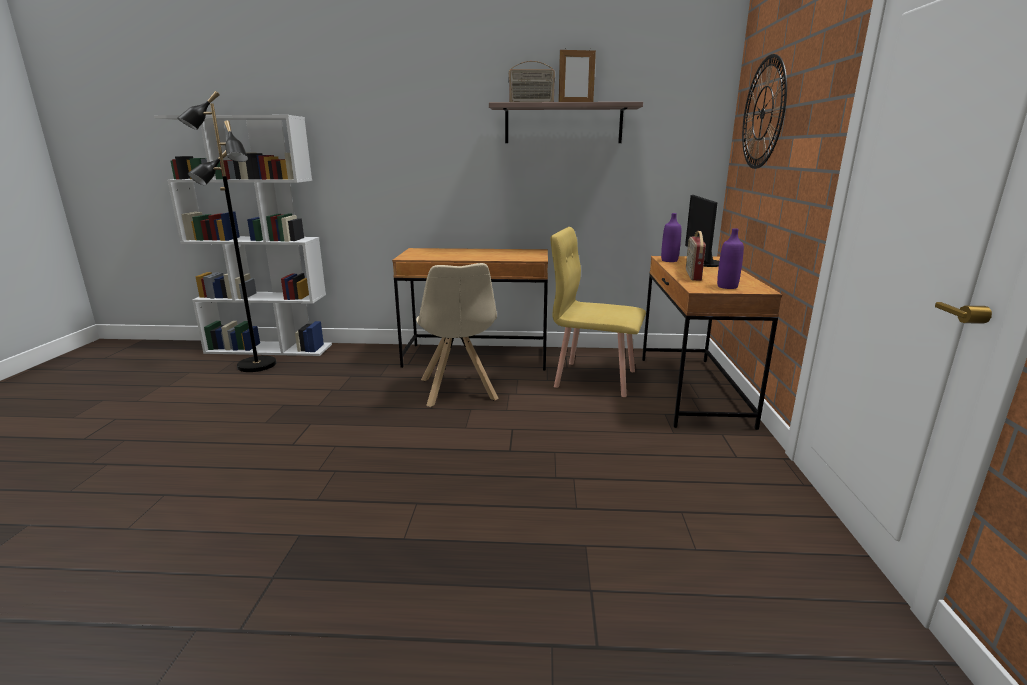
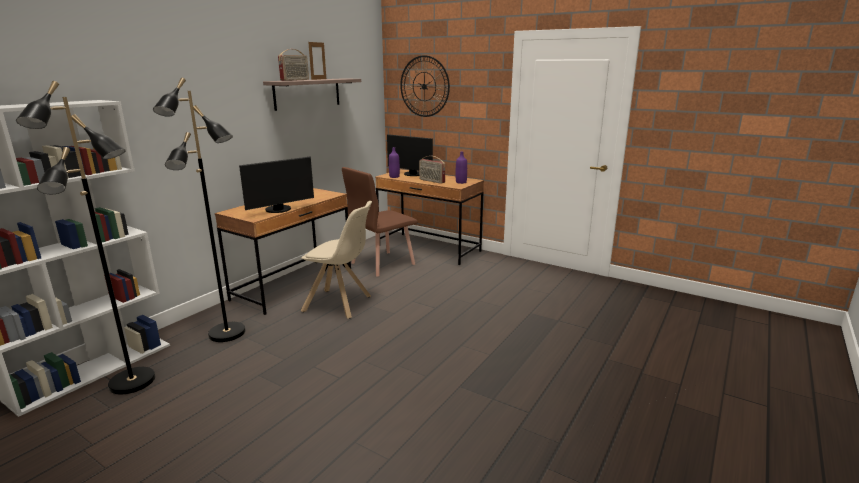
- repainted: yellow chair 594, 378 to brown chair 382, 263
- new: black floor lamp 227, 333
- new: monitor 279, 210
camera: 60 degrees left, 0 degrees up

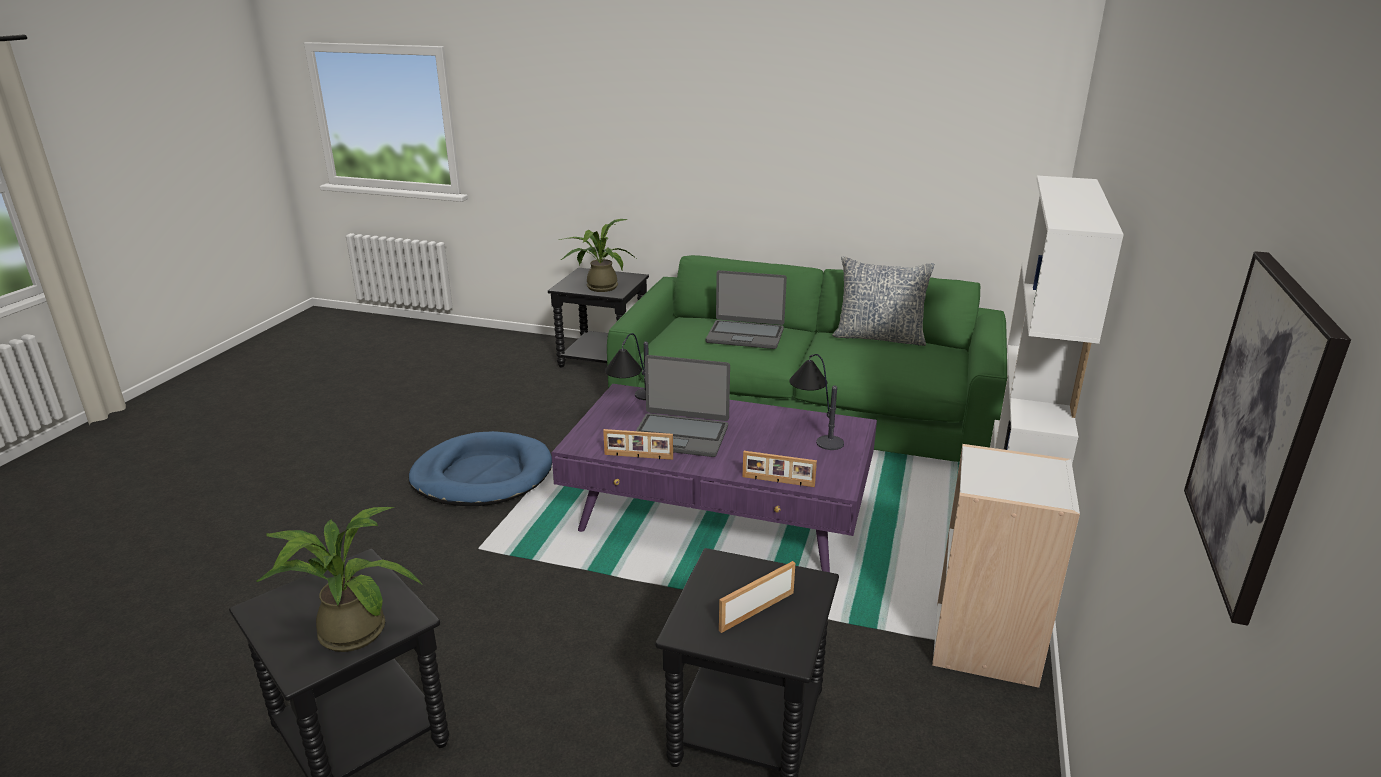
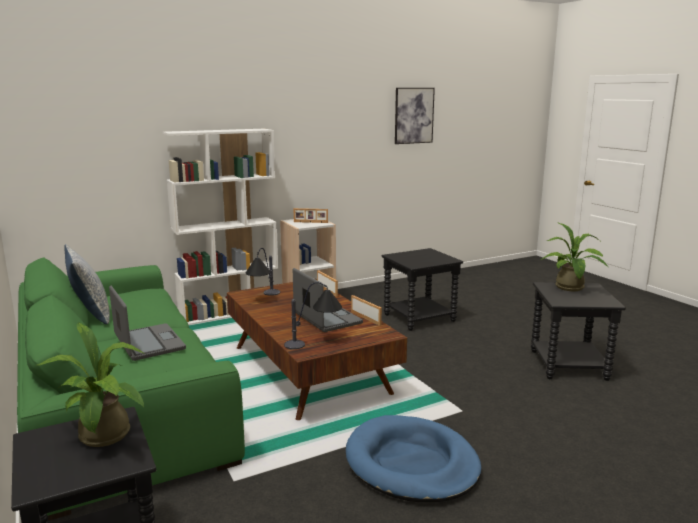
- repainted: purple coffee table 718, 514 to brown coffee table 309, 369
- shifted: picture frame 756, 610 to 310, 222
camera: 135 degrees left, 10 degrees down

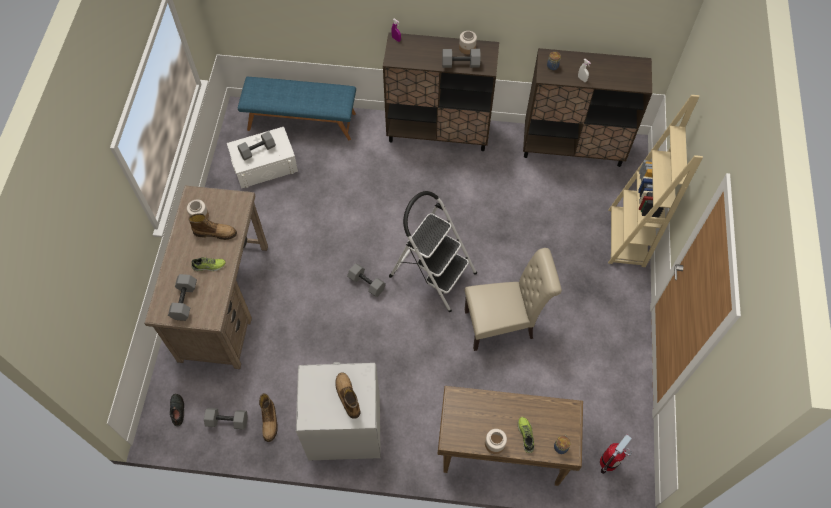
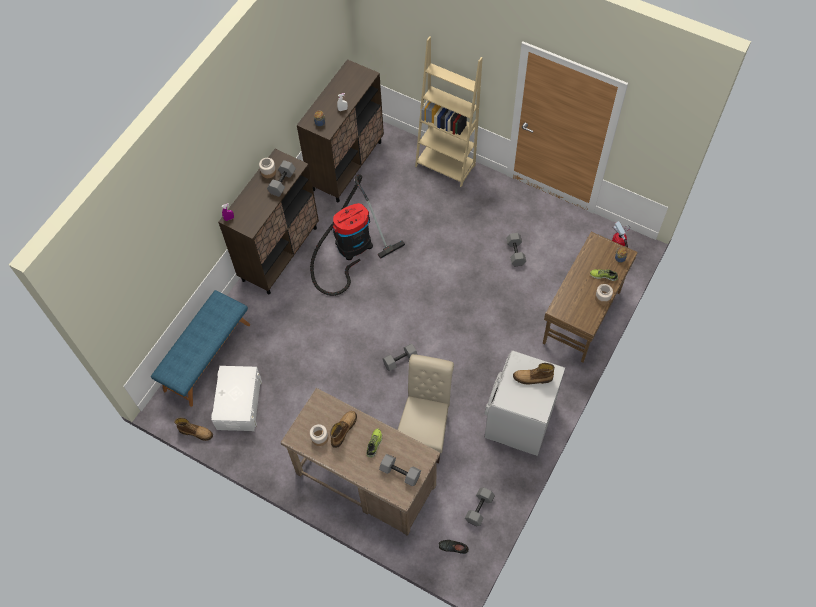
- shifted: grey dumbbell 257, 151 to 516, 253
- gone: step ladder 431, 273
- shifted: beige chair 503, 324 to 425, 429
- shifted: boot 270, 421 to 196, 432
- new: vacuum cleaner 351, 247
camera: 65 degrees left, 0 degrees up

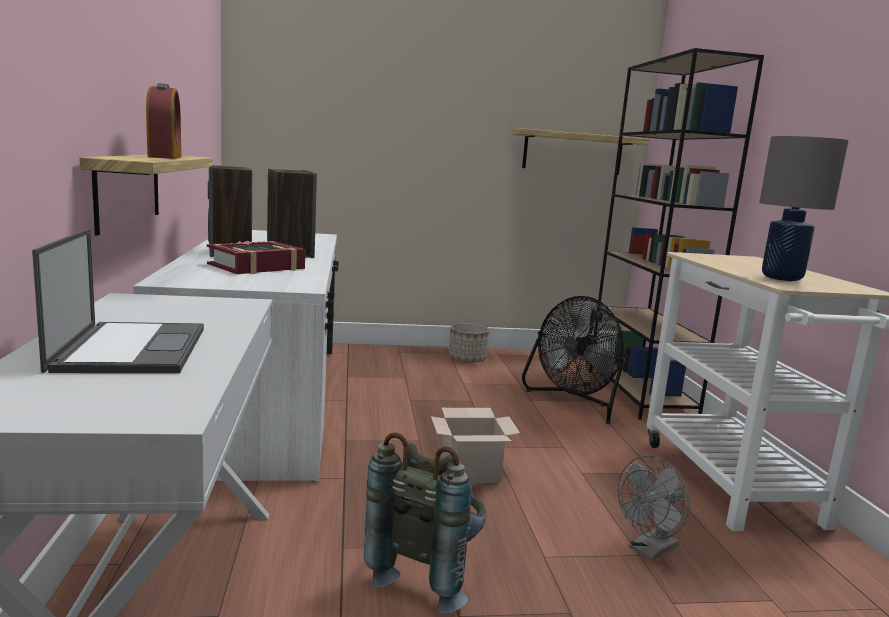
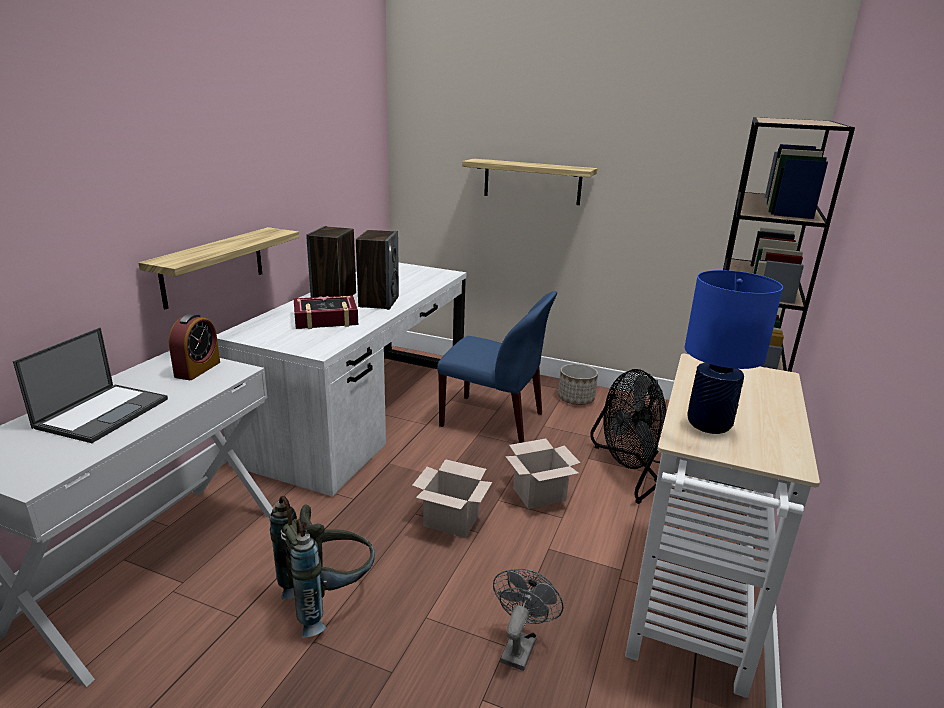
- shifted: alarm clock 165, 157 to 197, 369
- shifted: shelf 572, 153 to 532, 181
- repainted: grey table lamp 780, 279 to blue table lamp 707, 427
- rotated: grey fan 649, 550 = 520, 645 120 degrees clockwise
- new: blue chair 494, 420
- new: cardboard box 540, 494
camera: 30 degrees right, 10 degrees up

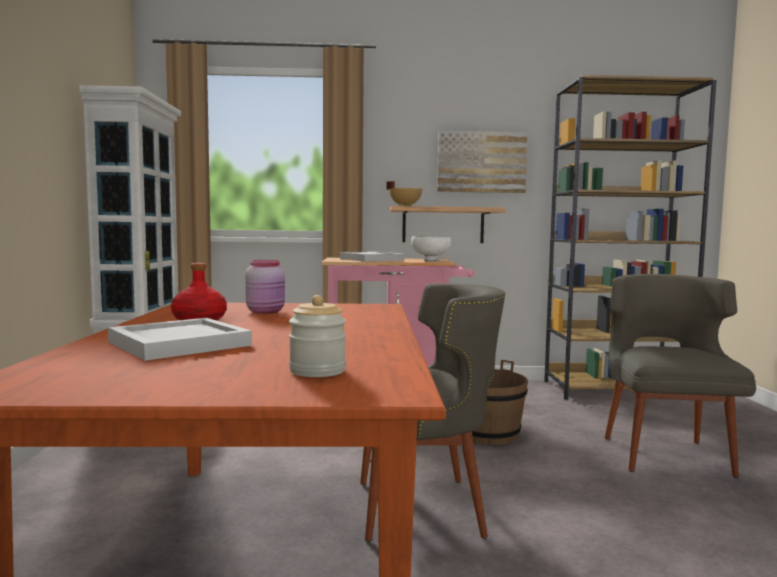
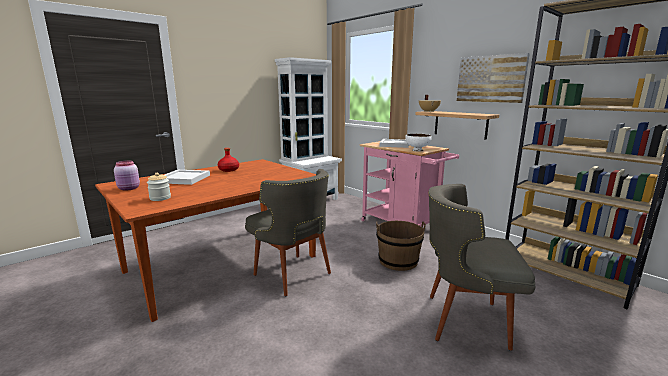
- shifted: pink jar 266, 312 to 129, 188
- rotated: grey chair 666, 457 = 467, 321 135 degrees counterclockwise
camera: 50 degrees right, 10 degrees up

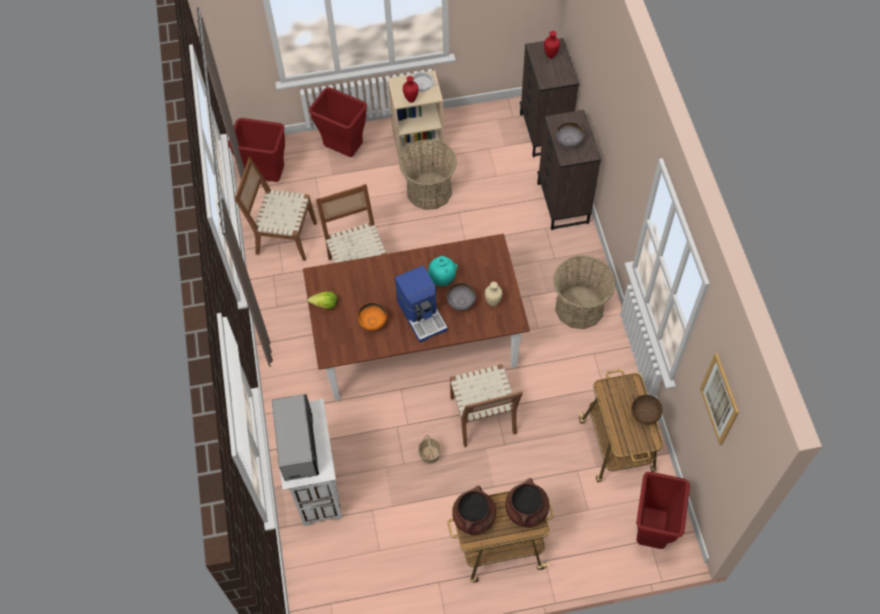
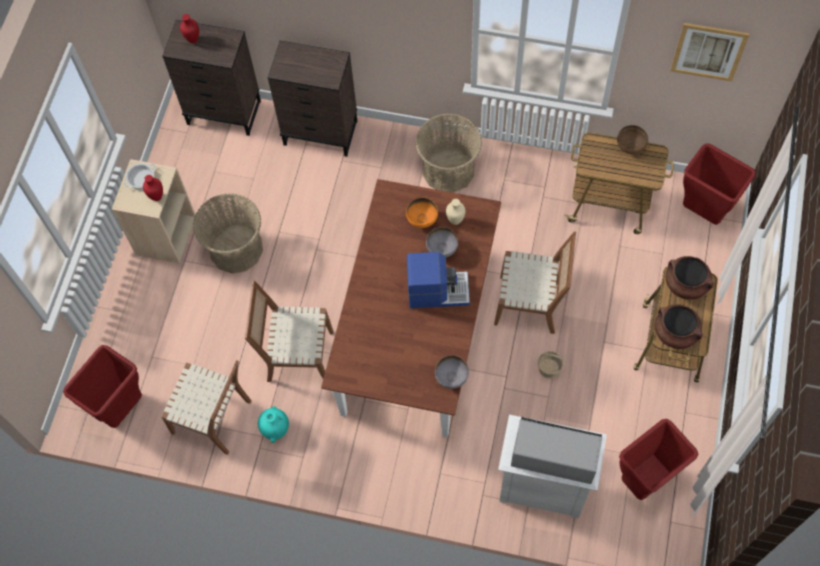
- shifted: red trash can 345, 150 to 644, 479
- shifted: grey bowl 569, 143 to 451, 377
- rotated: chair 283, 237 = 214, 419 105 degrees counterclockwise
- shifted: turquoise vase 442, 279 to 275, 428
- gone: lettuce 325, 305
- shifted: orange bowl 373, 323 to 422, 220
camera: 65 degrees left, 5 degrees up

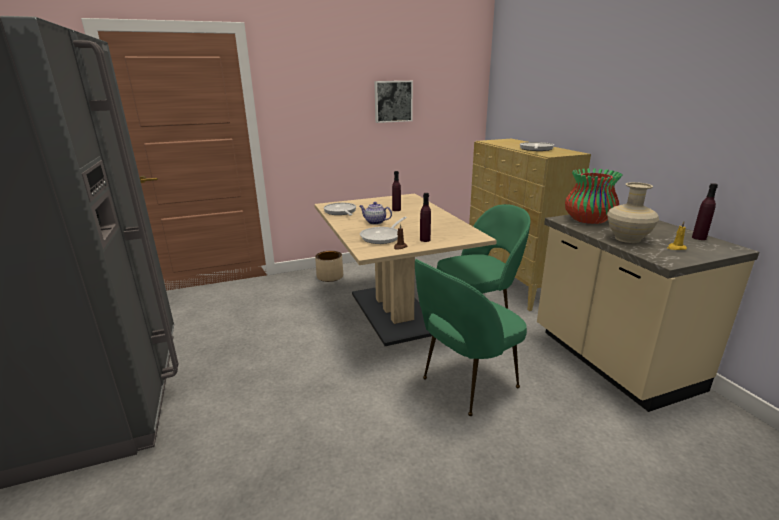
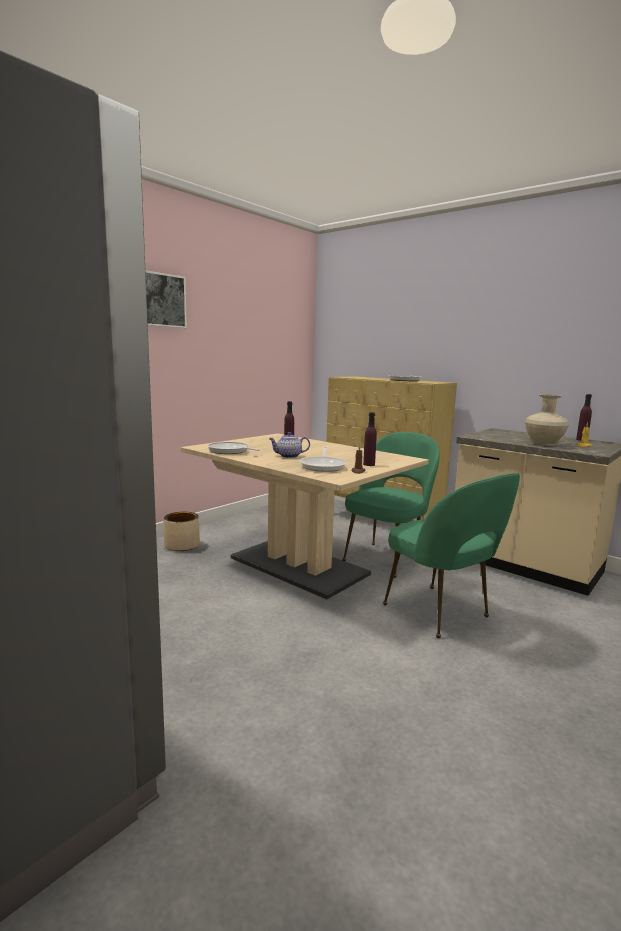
- shifted: picture 393, 101 to 161, 300
- gone: vase 588, 220
- rotated: green chair 464, 386 = 441, 615 60 degrees counterclockwise
camera: 30 degrees left, 10 degrees down

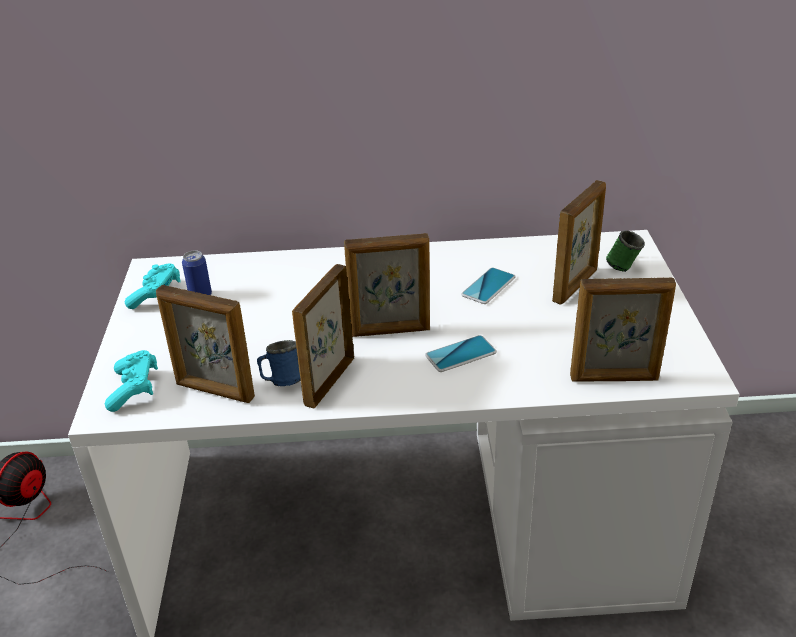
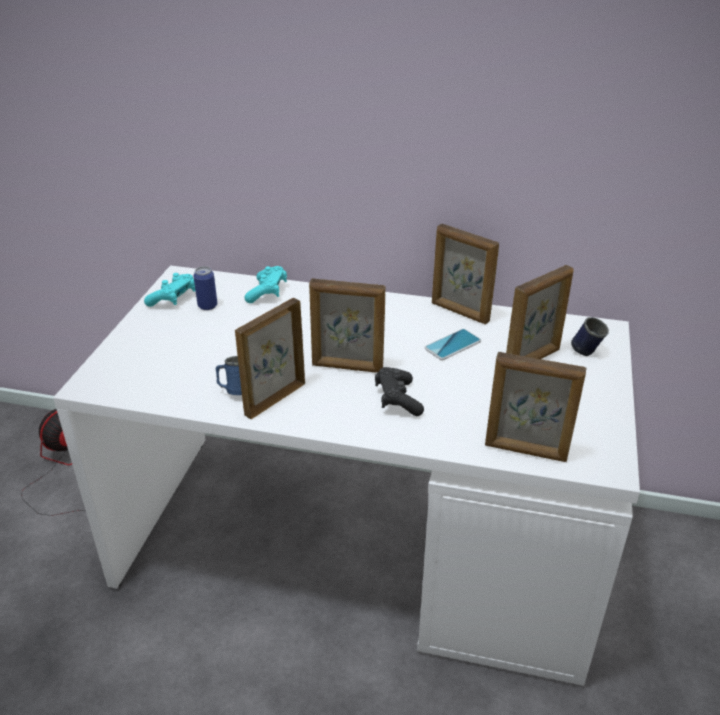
- repainted: green mug 623, 265 to blue mug 588, 350
- shifted: picture frame 214, 391 to 459, 312
- swapped: phone 460, 354 to black game controller 397, 400
- shifted: turquoise game controller 134, 389 to 267, 292
camera: 15 degrees right, 0 degrees up

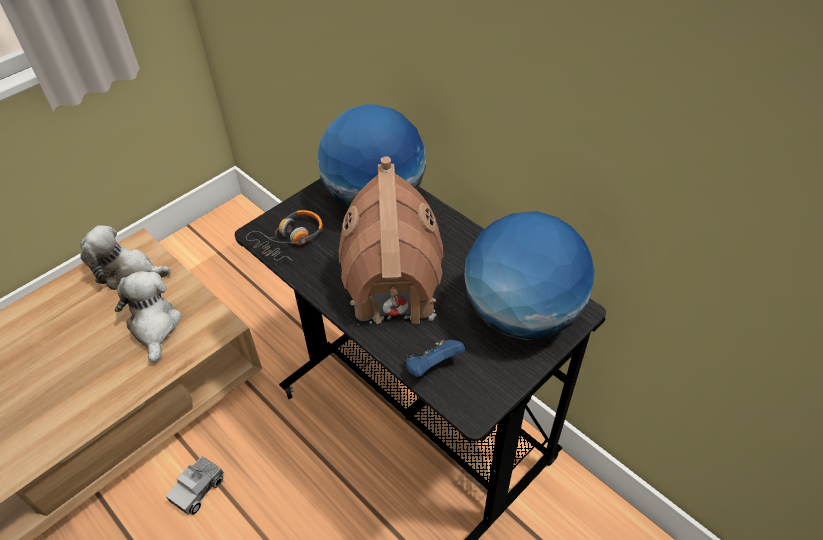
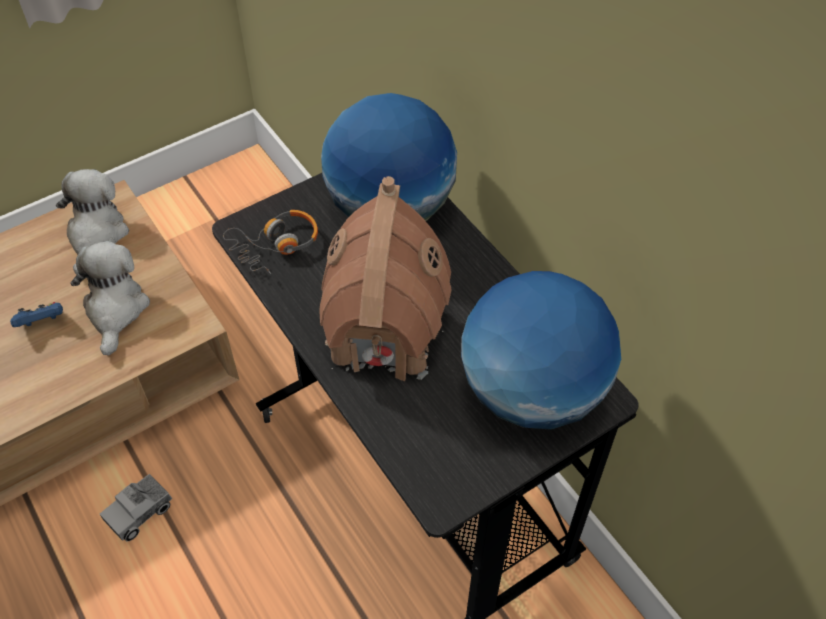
- rotated: plush toy 128, 272 = 96, 235 75 degrees clockwise
- shifted: blue game controller 432, 366 to 42, 322
camera: 10 degrees right, 5 degrees up

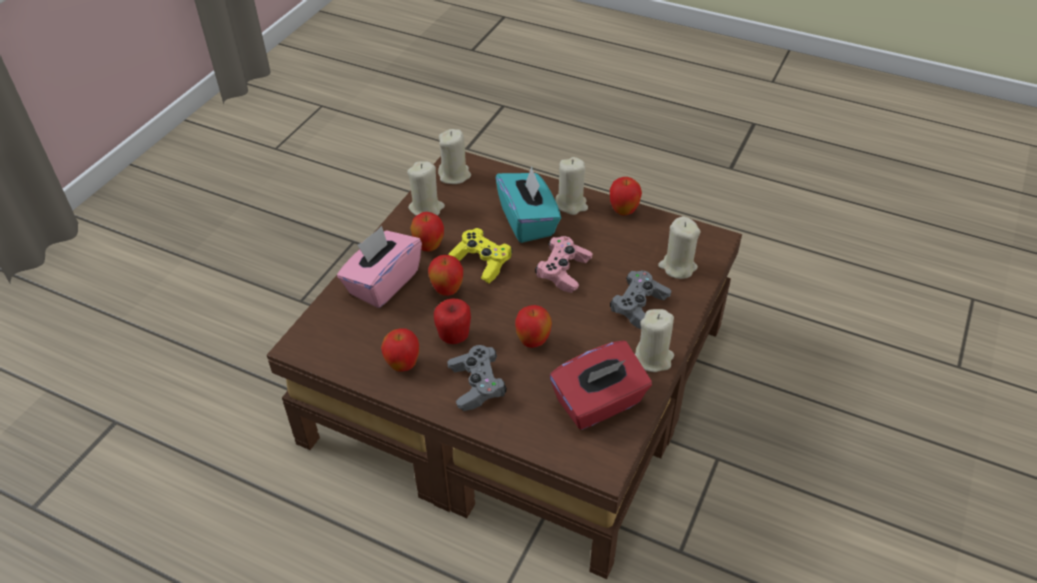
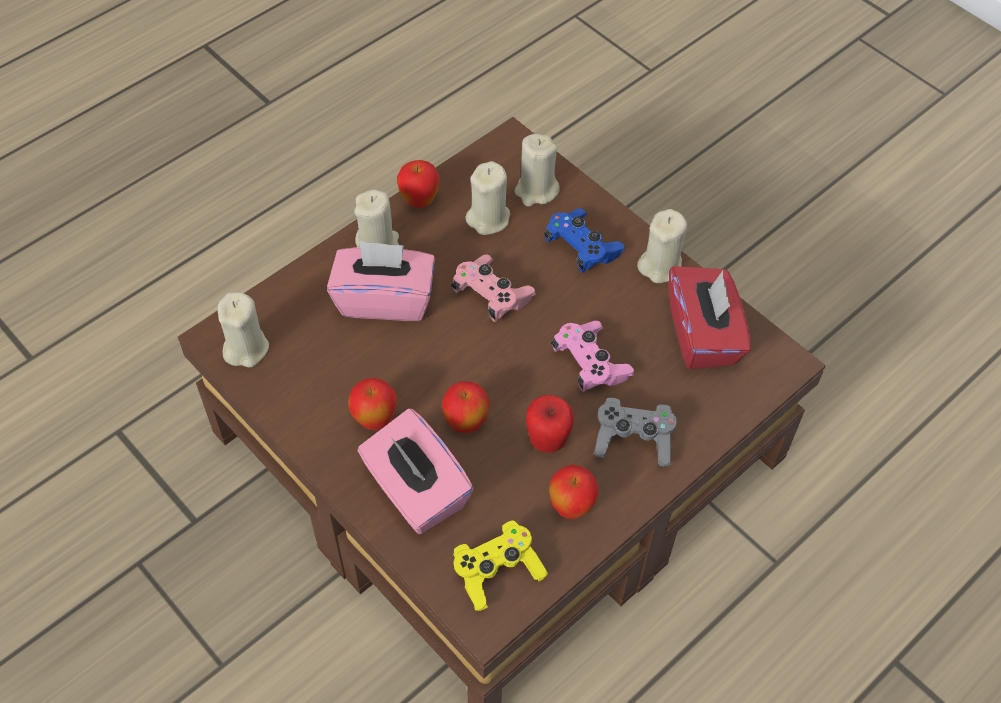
- shifted: beige candle 426, 208 to 488, 218
- repainted: turquoise tissue box 528, 221 to pink tissue box 384, 299
- shifted: yellow game controller 481, 263 to 497, 571
- repainted: grey game controller 639, 307 to blue game controller 582, 248
- swapped: apple 533, 342 to pink game controller 590, 364
camera: 70 degrees left, 10 degrees up

